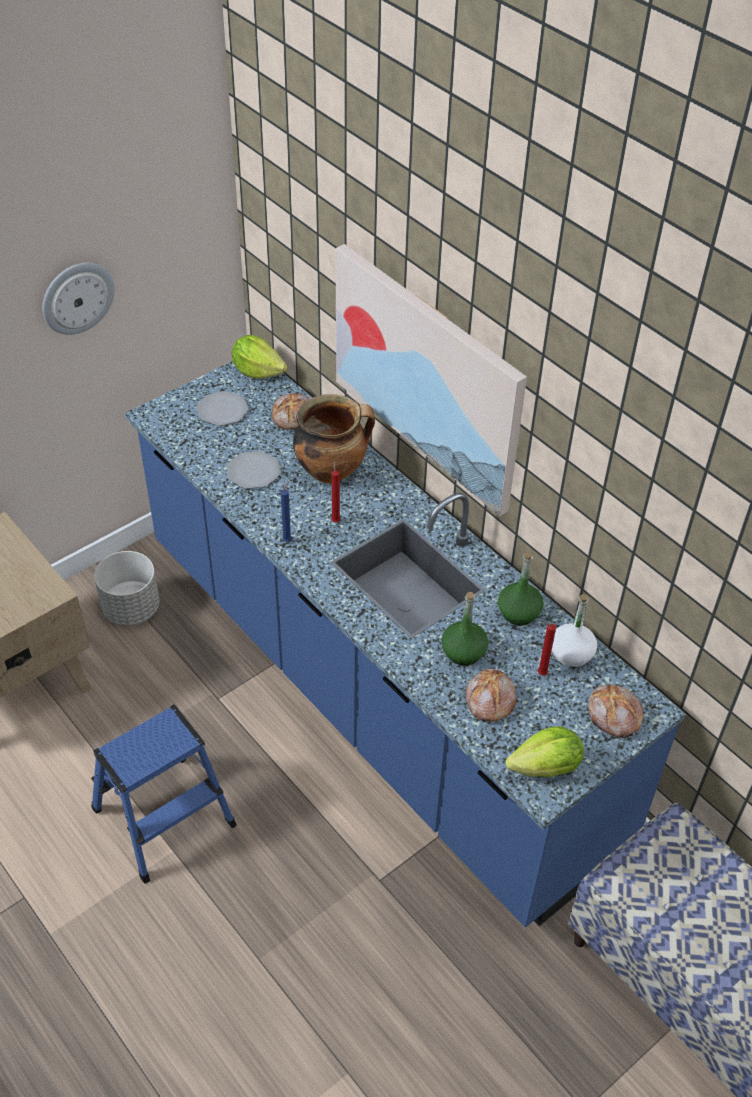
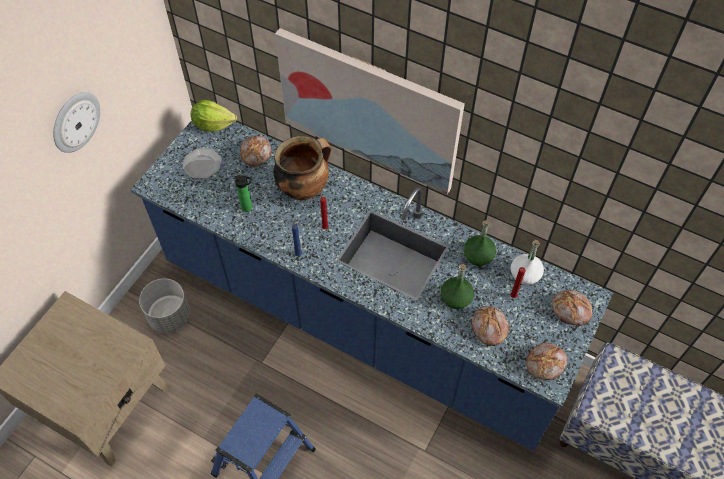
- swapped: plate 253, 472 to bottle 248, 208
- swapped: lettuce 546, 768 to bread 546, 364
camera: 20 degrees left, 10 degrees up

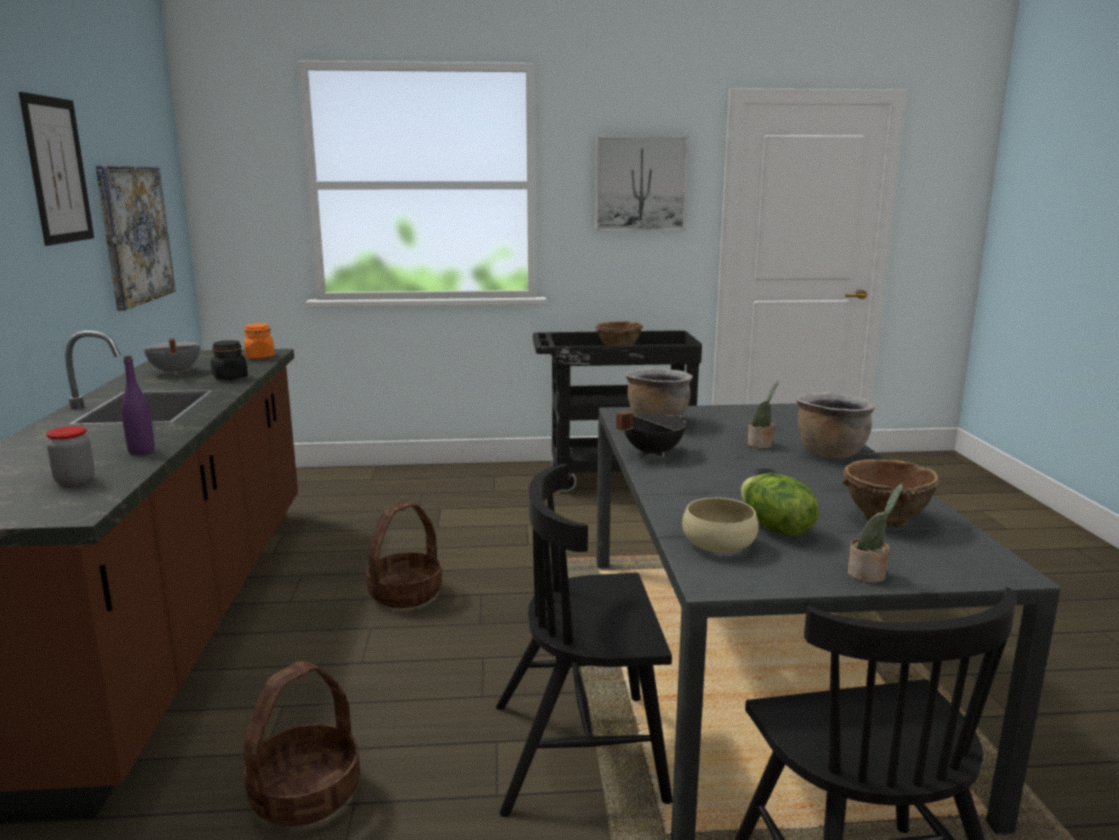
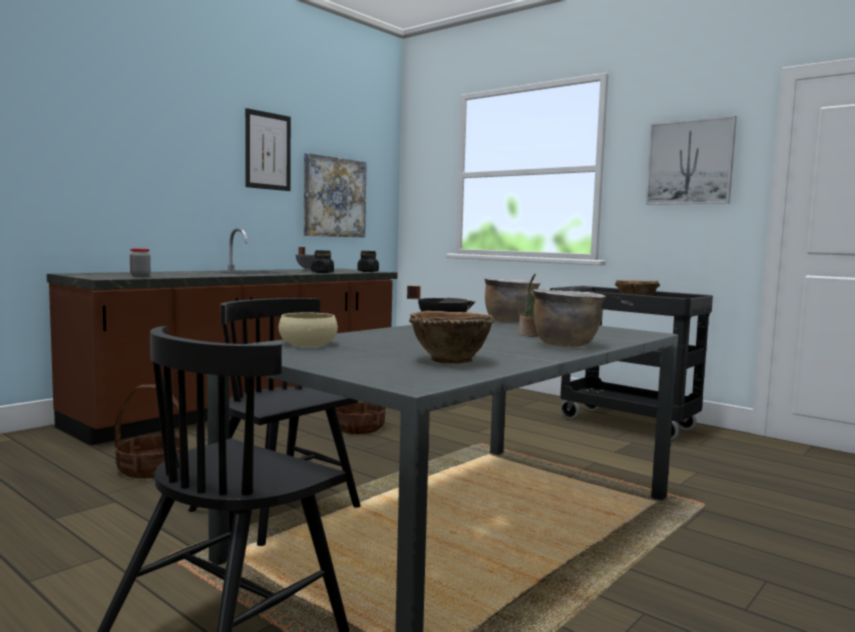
- repainted: orange jar 260, 356 to black jar 368, 271
- gone: purple bottle 141, 451
- gone: lettuce 775, 528
- gone: potted plant 869, 575
camera: 45 degrees right, 10 degrees down

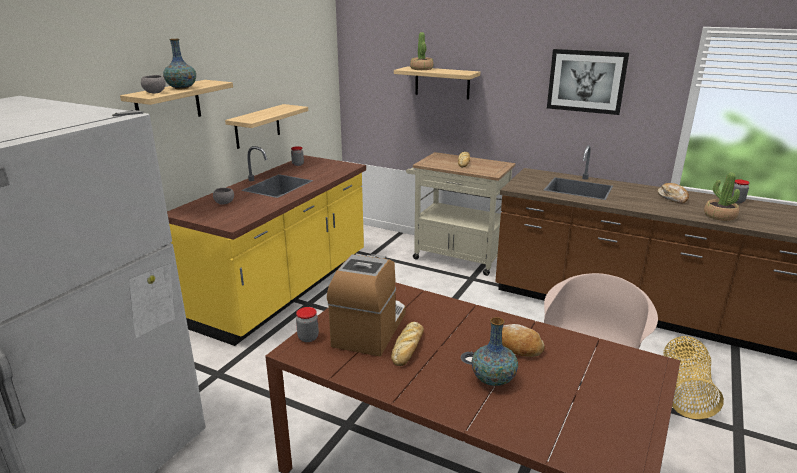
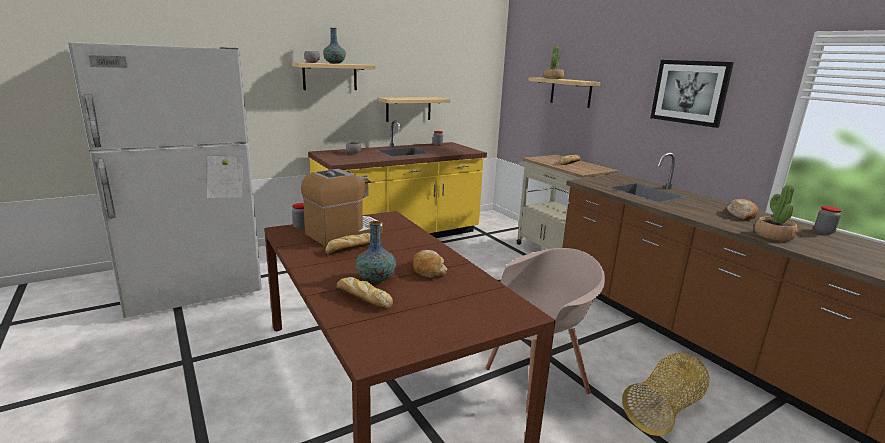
- new: bread 362, 298
camera: 30 degrees right, 5 degrees down

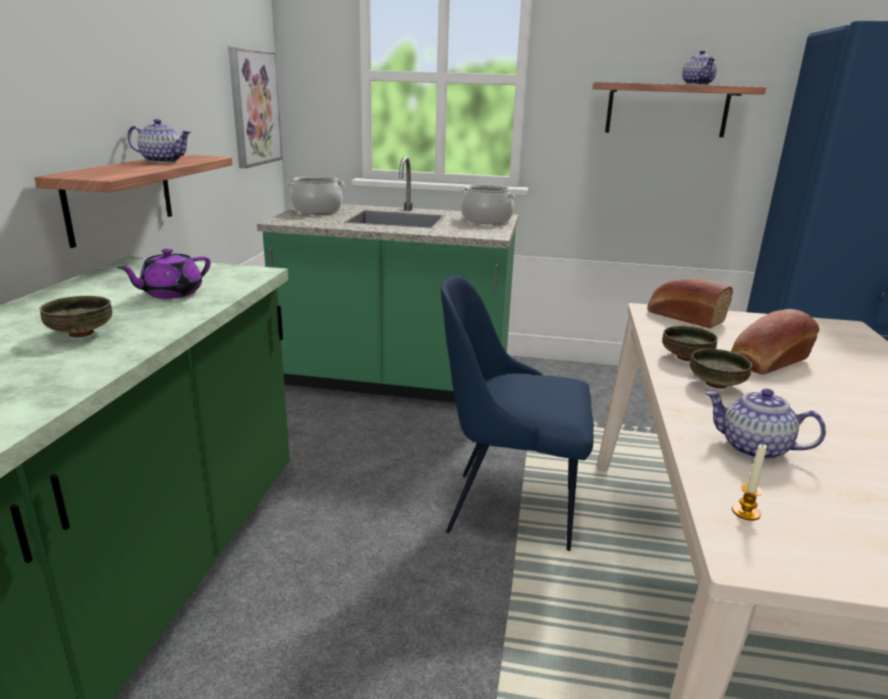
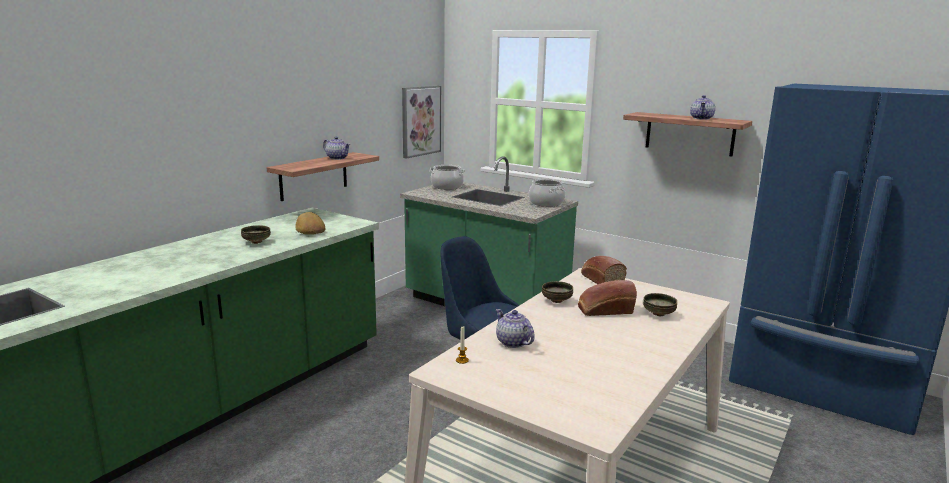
- swapped: purple teapot 171, 293 to bread 309, 229
- shifted: bowl 716, 384 to 659, 314
camera: 25 degrees right, 5 degrees down

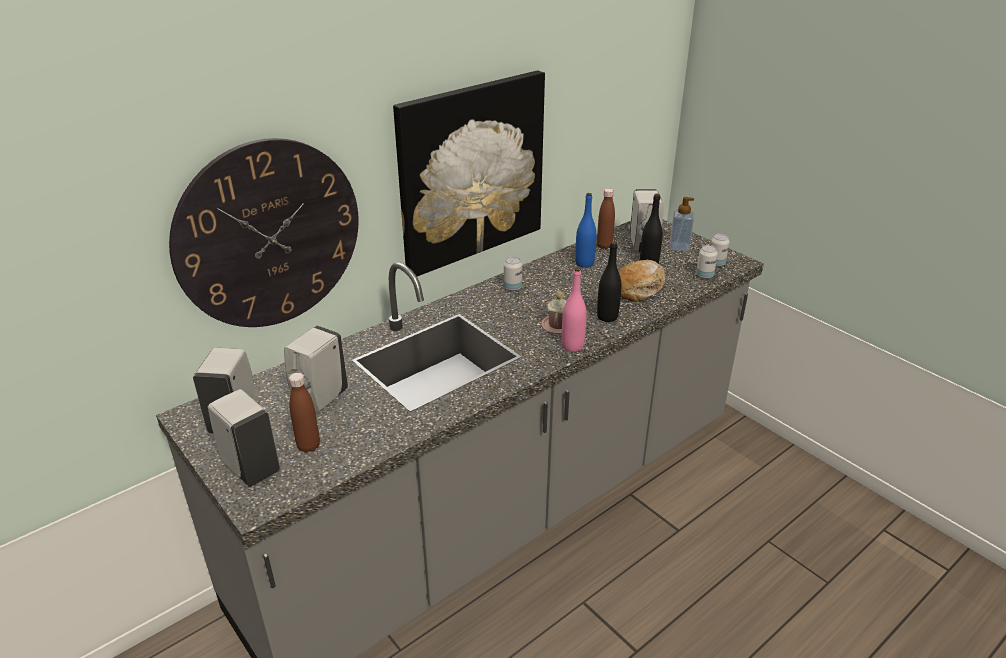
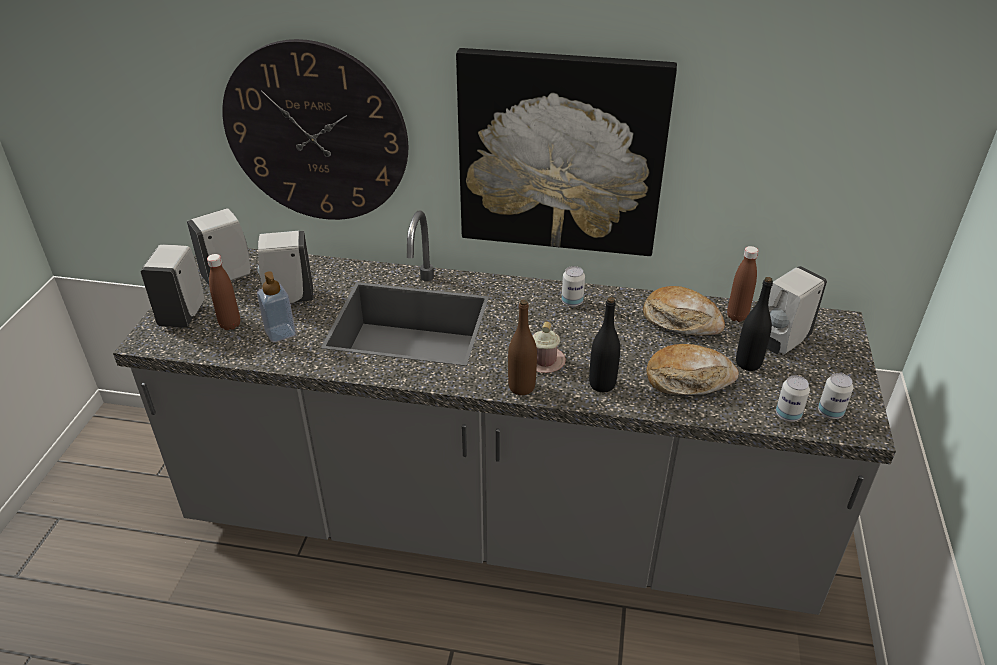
- swapped: blue bottle 584, 263 to bread 681, 321
- shifted: soap dispenser 679, 247 to 280, 333
- repainted: pink bottle 572, 346 to brown bottle 521, 387
camera: 50 degrees right, 5 degrees up

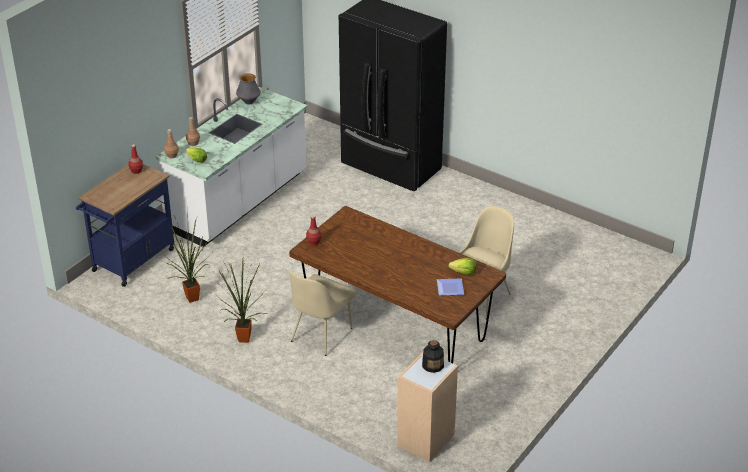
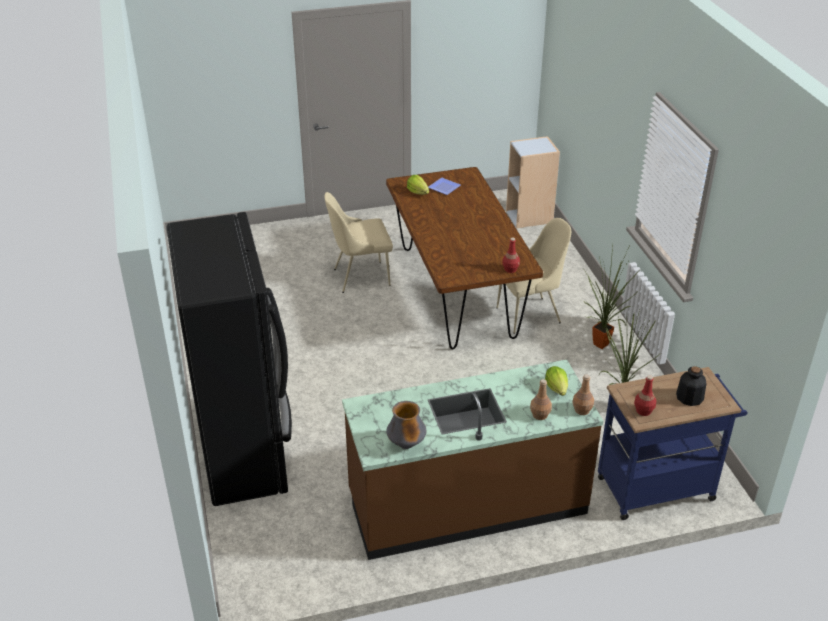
- repainted: white counter 239, 202 to brown counter 466, 503
- shifted: bottle 433, 365 to 689, 397
camera: 140 degrees left, 0 degrees up

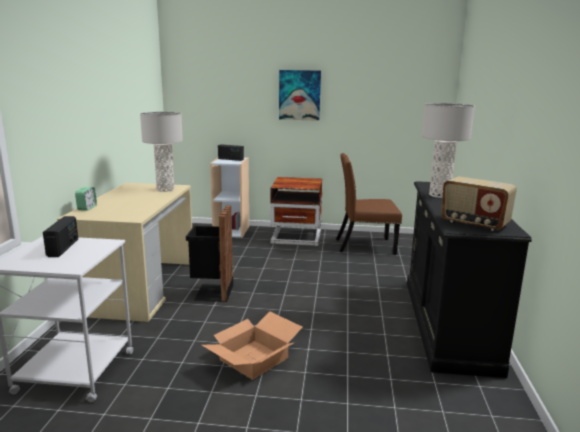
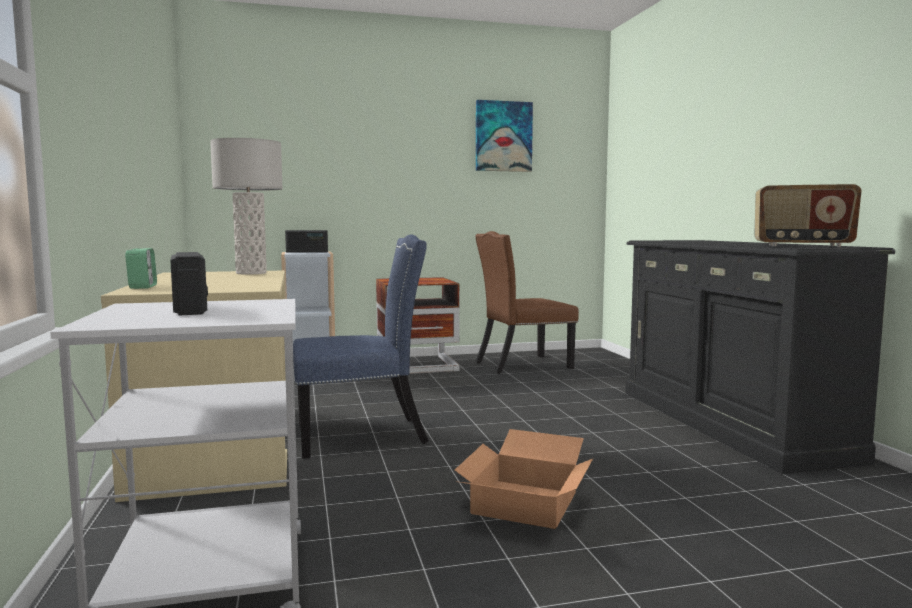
- shifted: picture 299, 95 to 503, 136
- gone: white table lamp 439, 195
- swapped: black trash can 211, 292 to blue chair 358, 436
camera: 20 degrees left, 10 degrees down

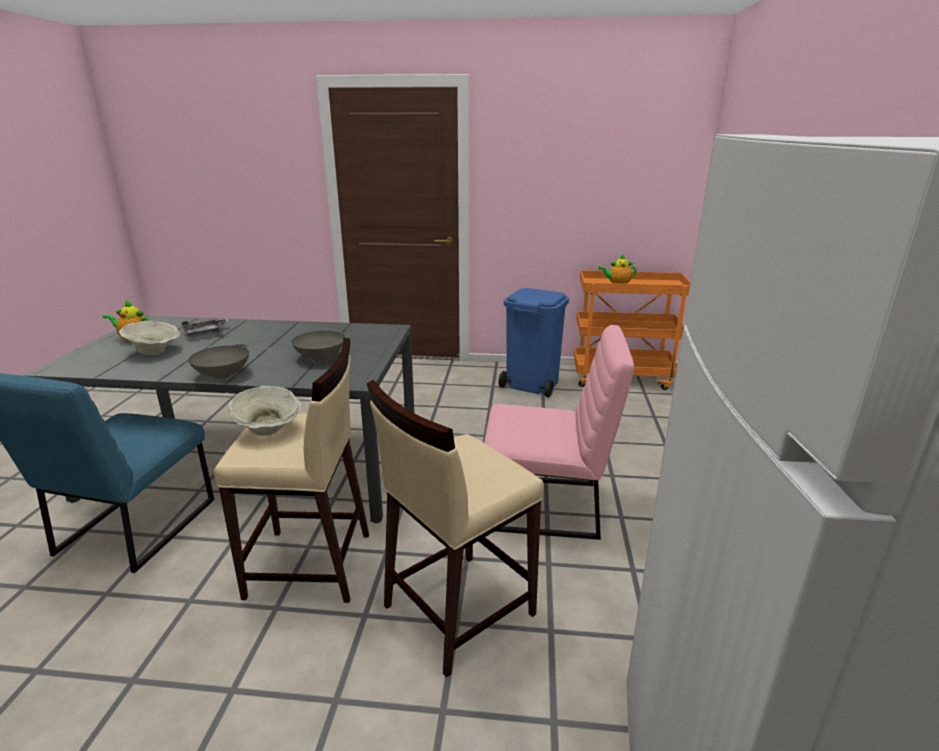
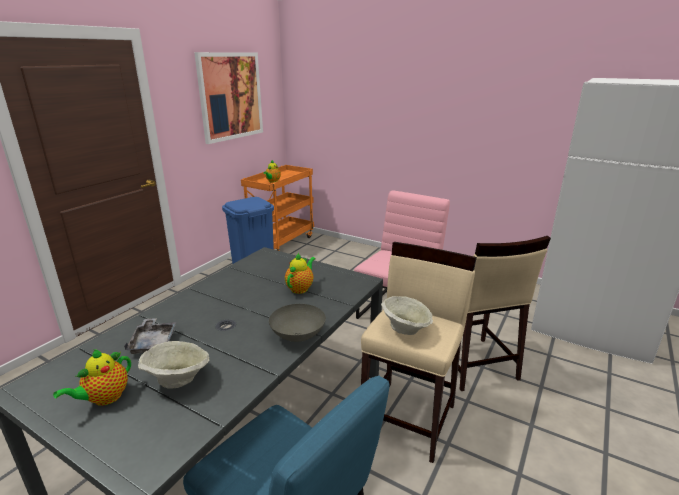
- swapped: grey bowl 320, 358 to teapot 300, 288
- new: picture 230, 96
camera: 65 degrees left, 0 degrees up

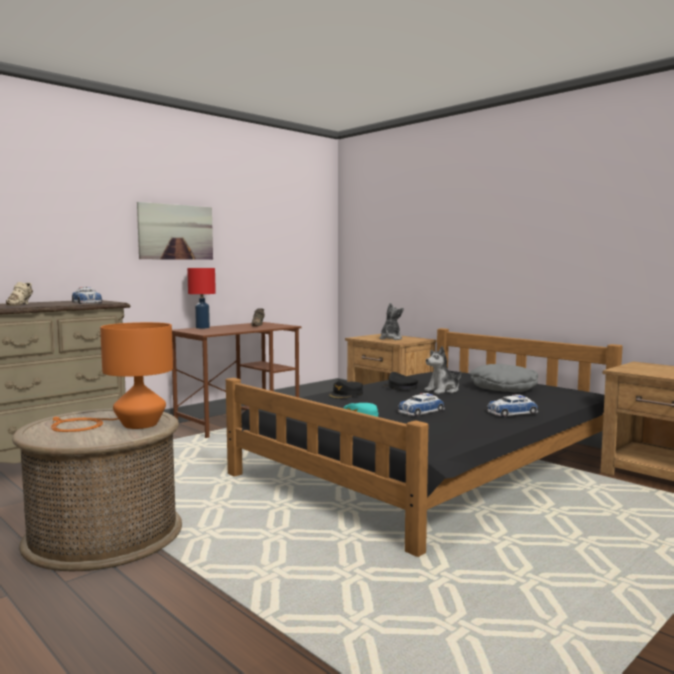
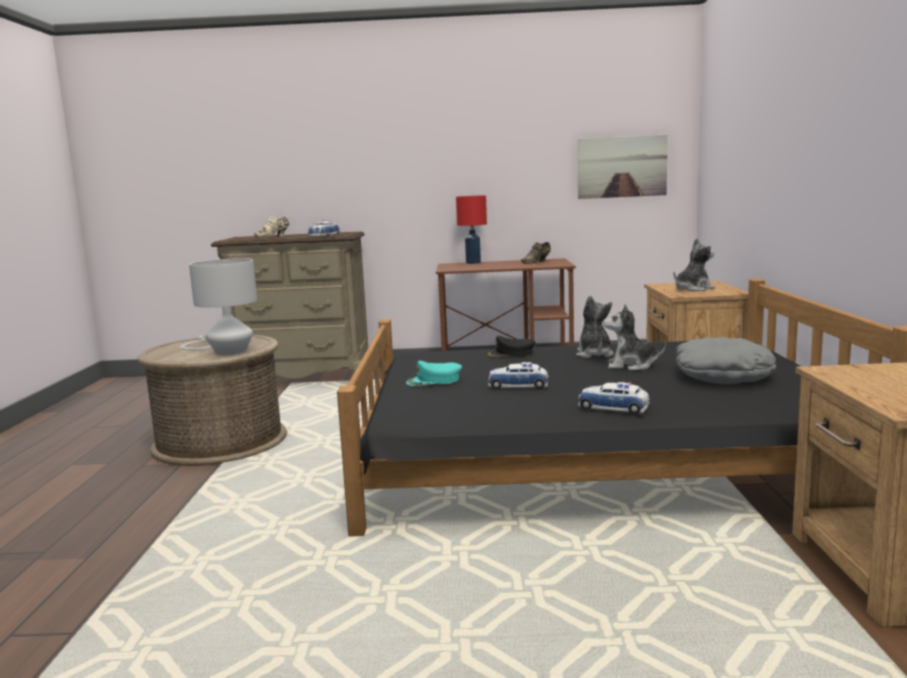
- shifted: picture 176, 232 to 621, 167
- repainted: orange table lamp 115, 424 to white table lamp 220, 349
- swapped: black cap 400, 387 to plush toy 594, 354
camera: 45 degrees right, 5 degrees up

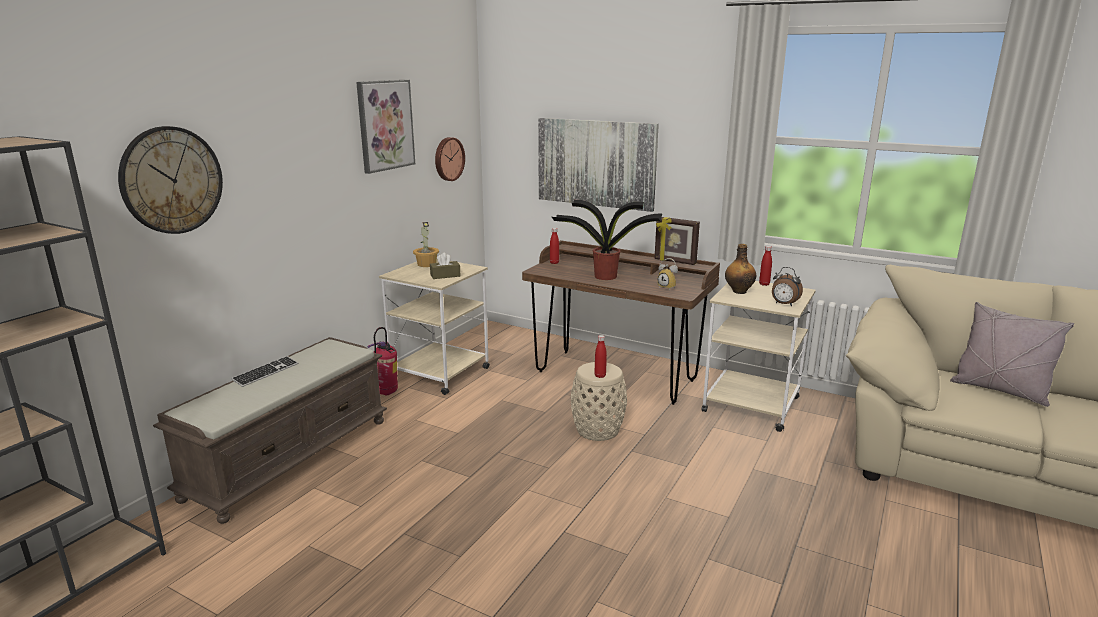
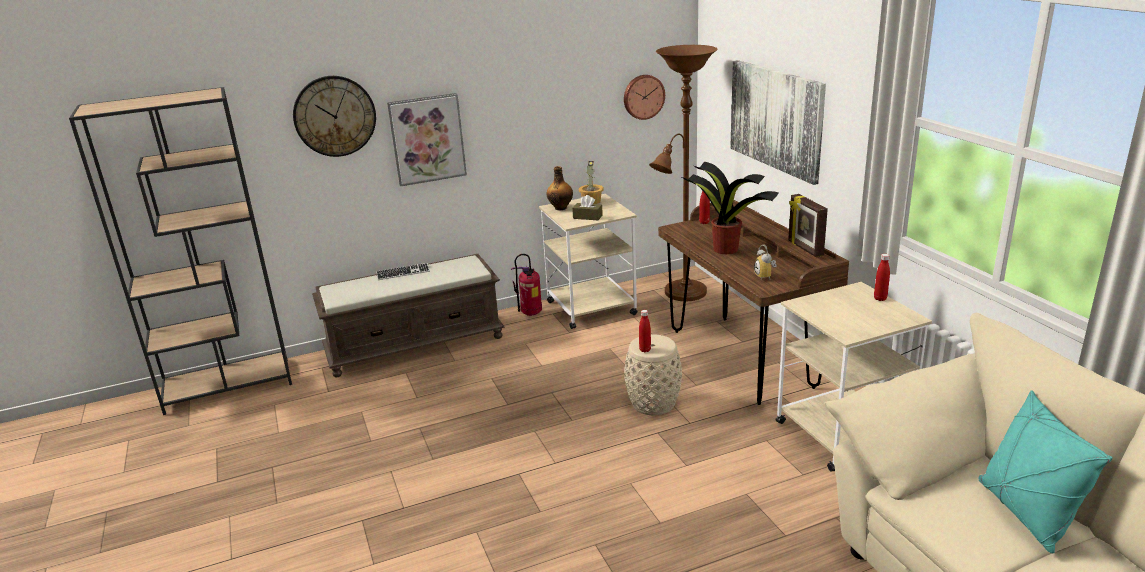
- shifted: picture 385, 125 to 427, 139
- shifted: bottle 739, 291 to 561, 208
- gone: alarm clock 784, 304
- repainted: purple pillow 999, 390 to turquoise pillow 1026, 513
- new: brown floor lamp 682, 294
camera: 40 degrees right, 5 degrees up

